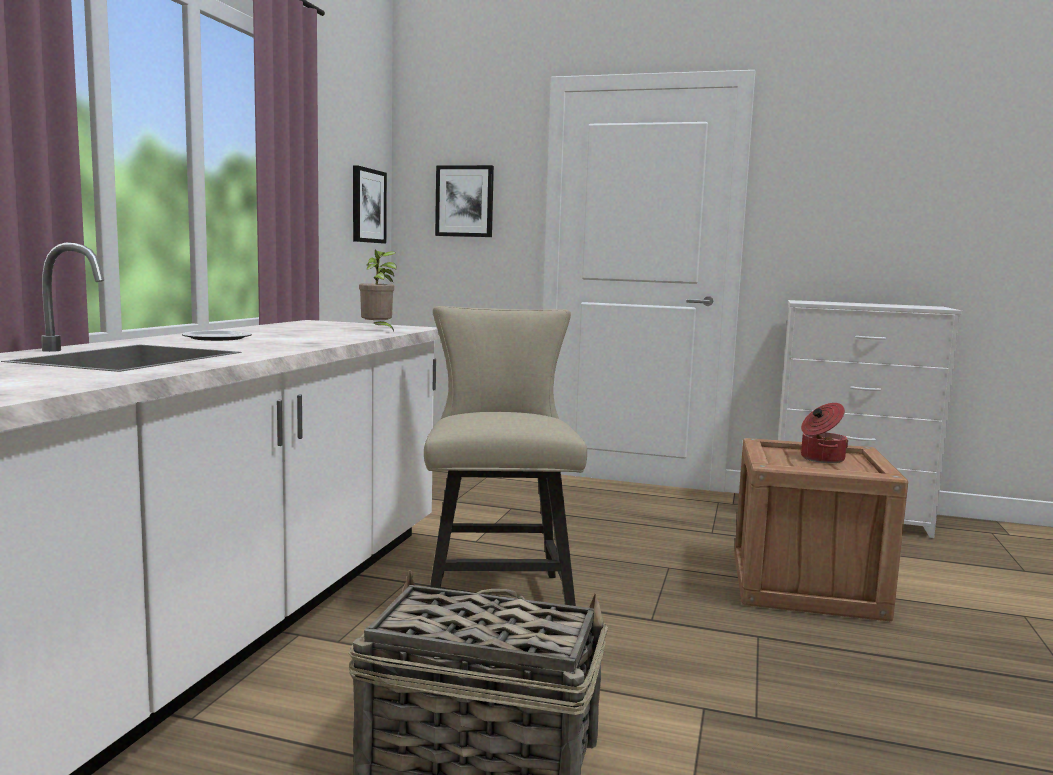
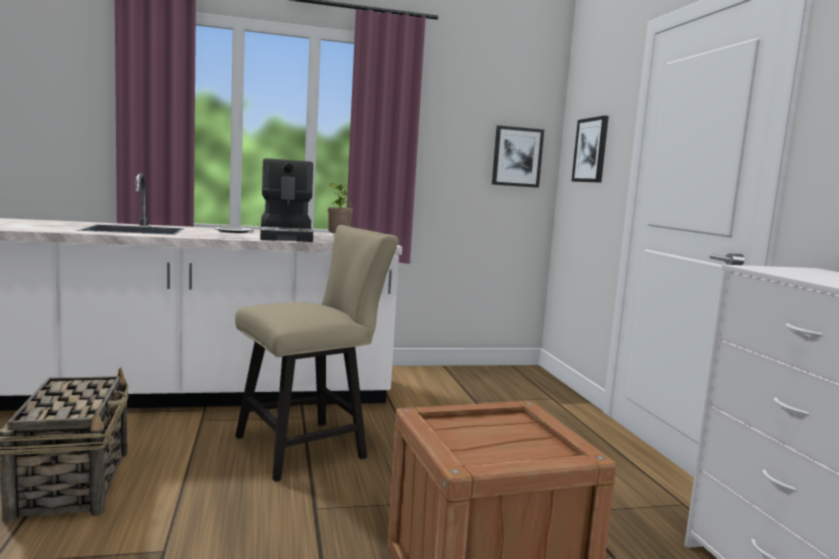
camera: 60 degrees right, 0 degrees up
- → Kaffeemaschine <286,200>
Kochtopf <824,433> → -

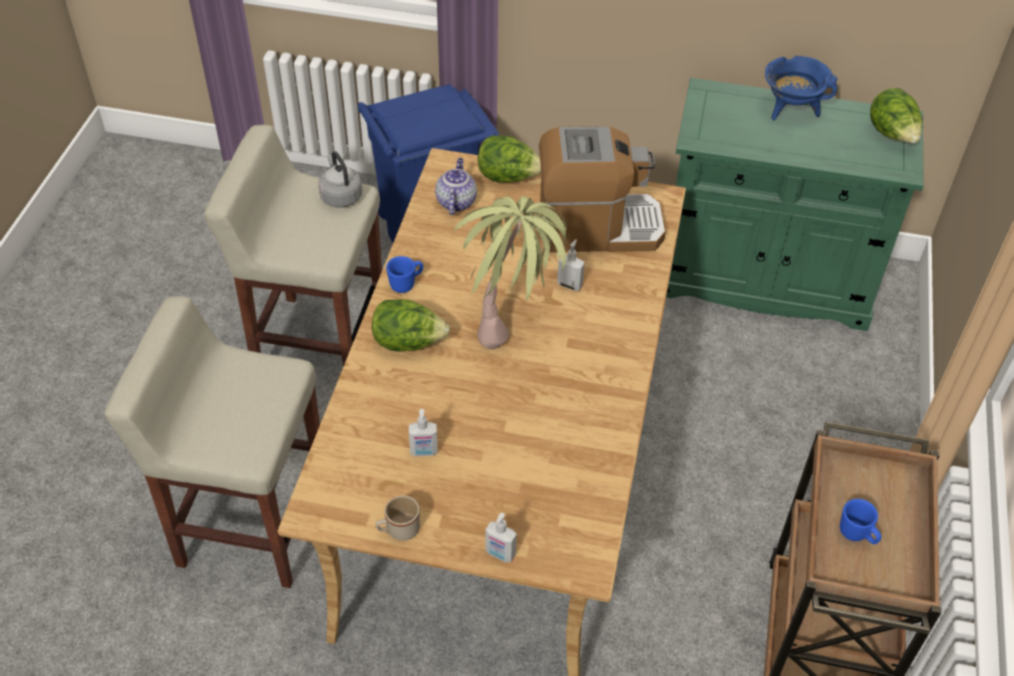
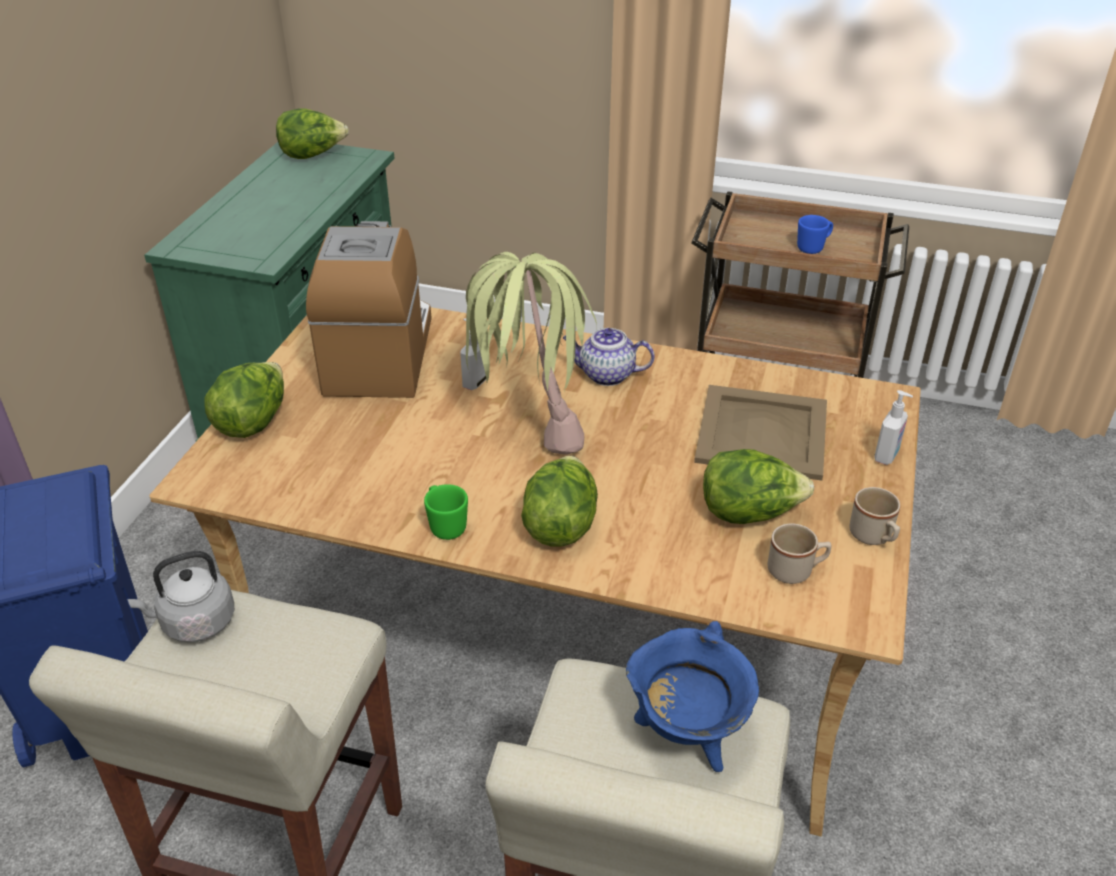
camera: 85 degrees left, 10 degrees down
Henkelbecher/blau <404,274> → Henkelbecher/grün <446,512>
Teekanne <456,186> → Teekanne <609,357>, relocated
Kochtopf/blau <801,88> → Kochtopf/blau <692,696>, relocated
- → Tablett/beige <760,433>
Seifenspender <423,432> → Salatkopf <758,486>
- → Henkelbecher/beige <799,553>

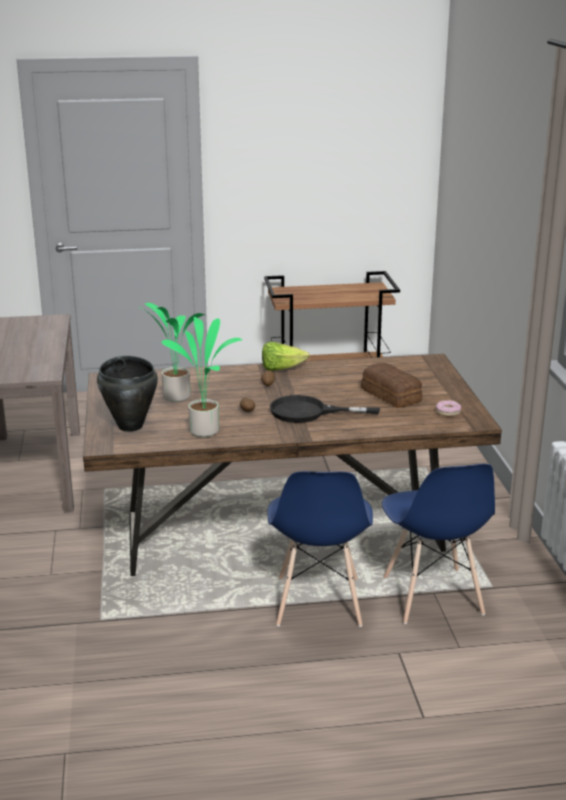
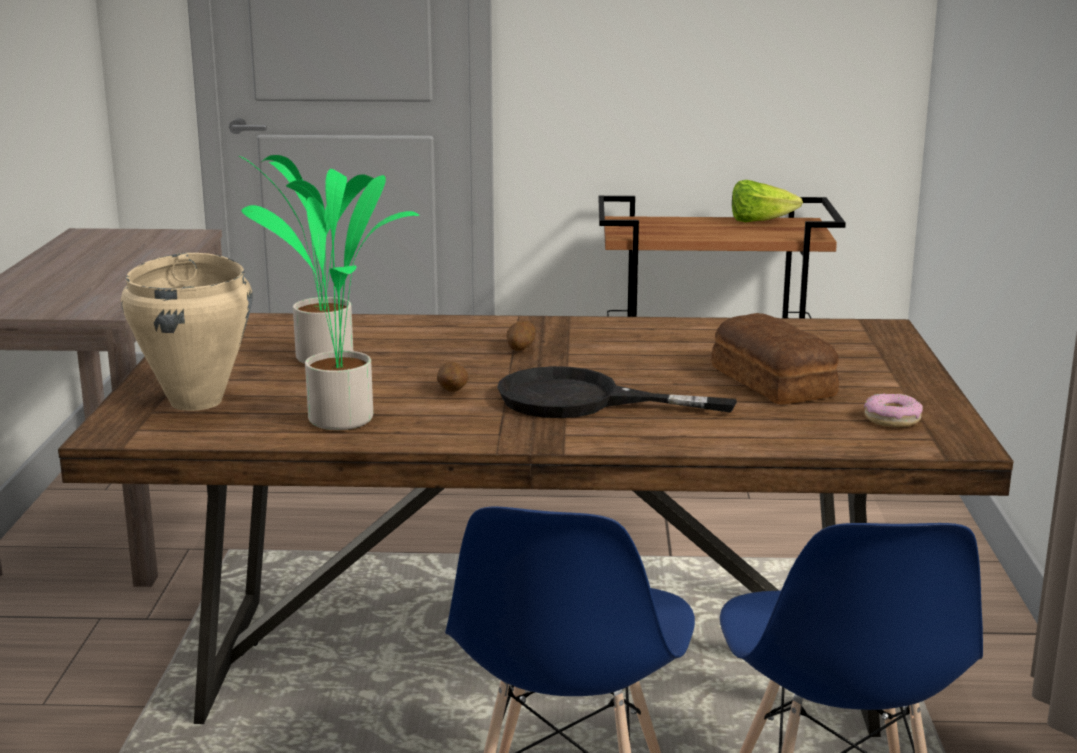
camera: 10 degrees right, 5 degrees down
Kochtopf/schwarz <127,394> → Kochtopf/beige <187,332>
Salatkopf <286,356> → Salatkopf <767,201>, relocated

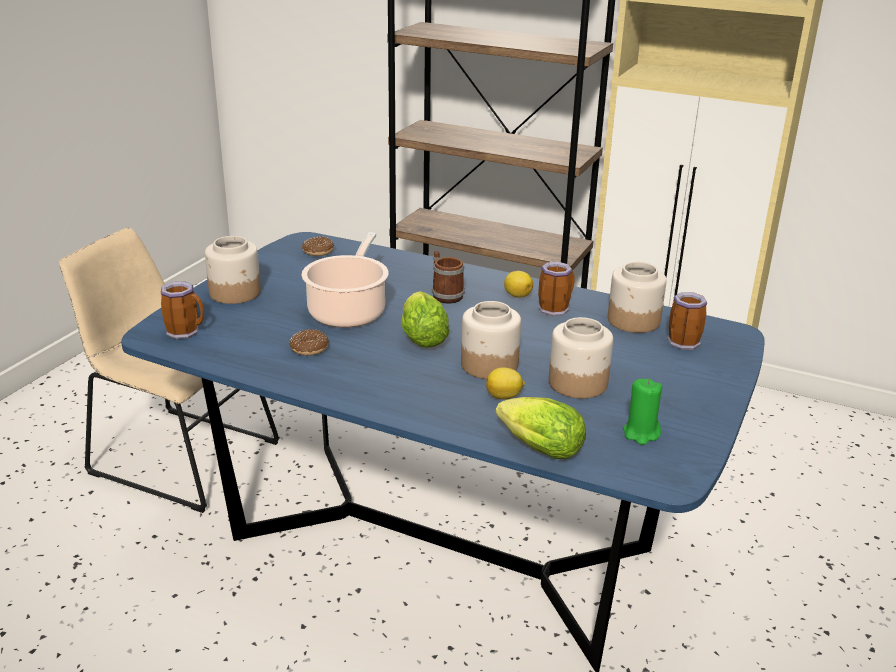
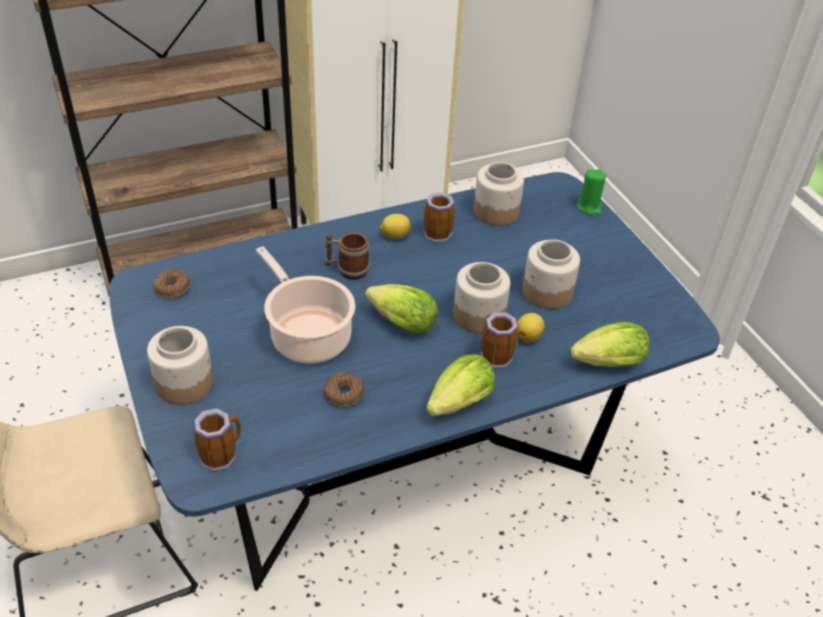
camera: 50 degrees left, 15 degrees up
- → Salatkopf <460,385>
Henkelbecher <687,321> → Henkelbecher <499,340>, relocated
Kerze/grün <642,412> → Kerze/grün <591,192>, relocated

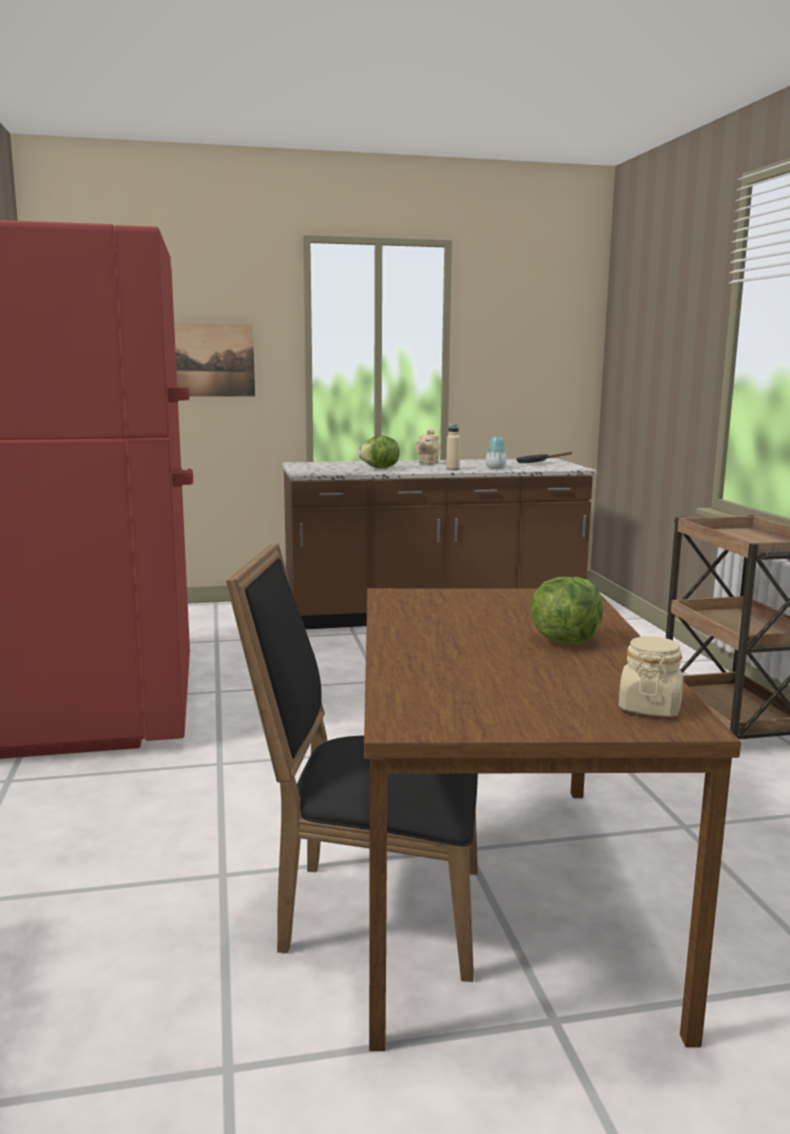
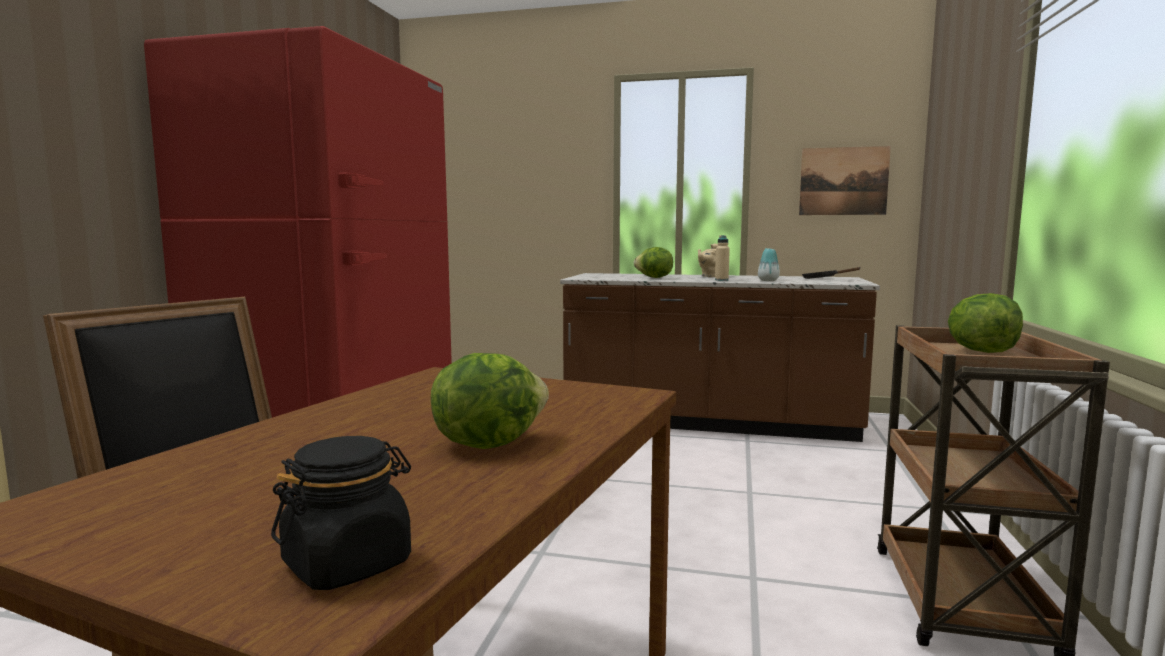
camera: 25 degrees right, 5 degrees down
Vorratsglas/beige <651,676> → Vorratsglas/schwarz <341,513>
Bild <214,359> → Bild <845,180>, relocated
- → Salatkopf <985,323>

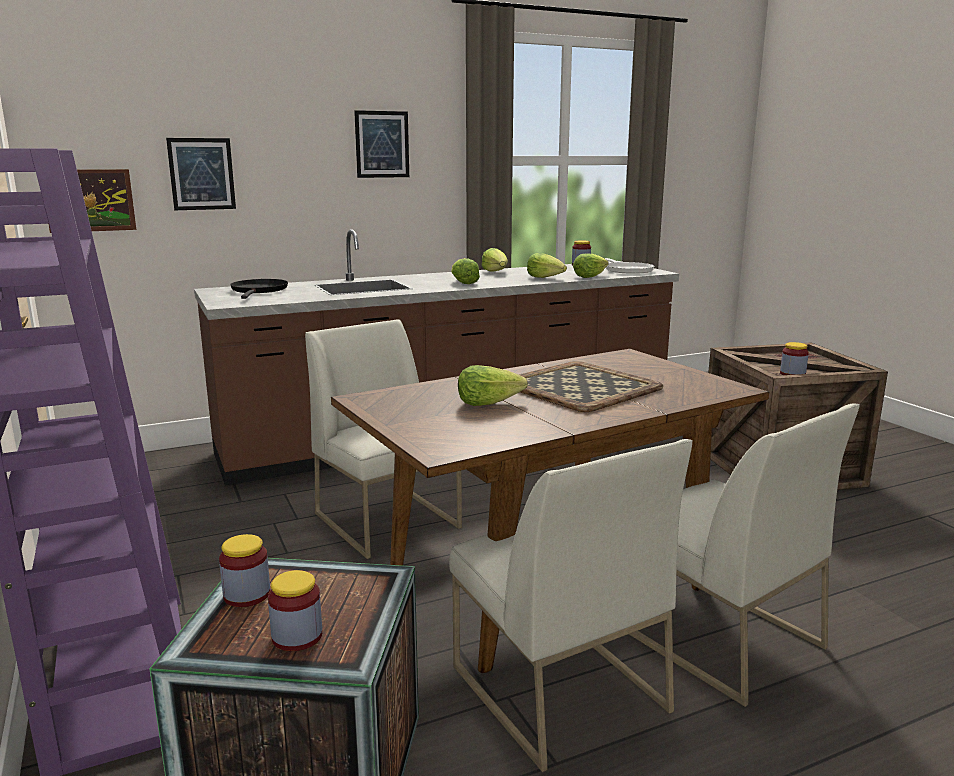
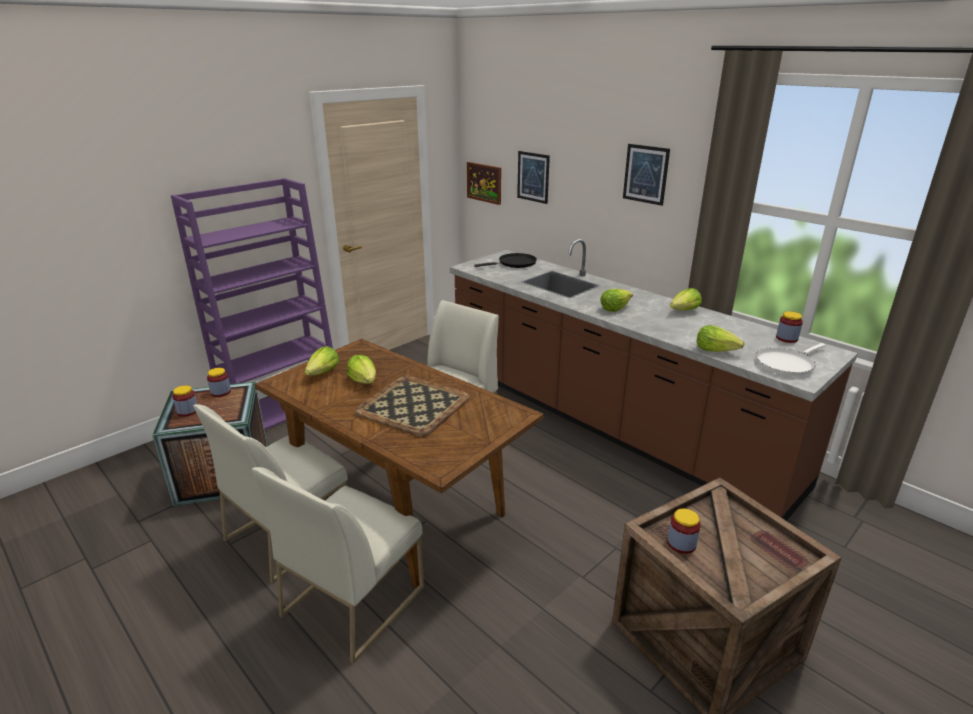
camera: 70 degrees right, 10 degrees up
Salatkopf <547,265> → Salatkopf <322,361>, relocated

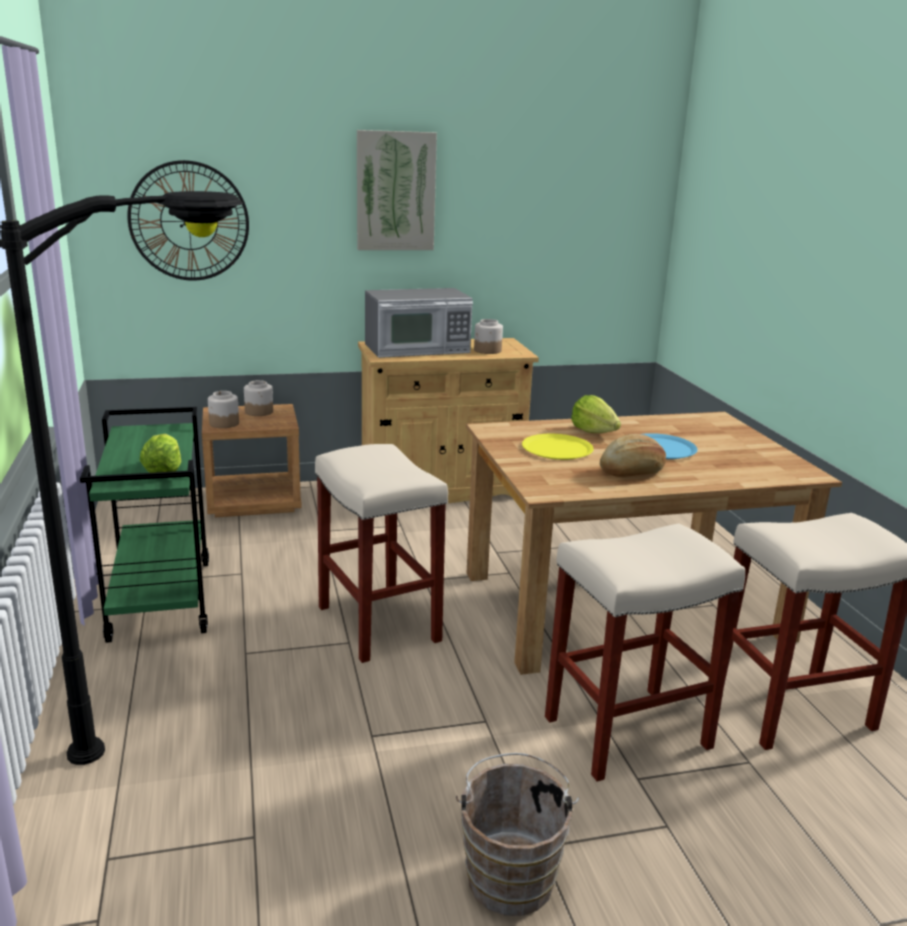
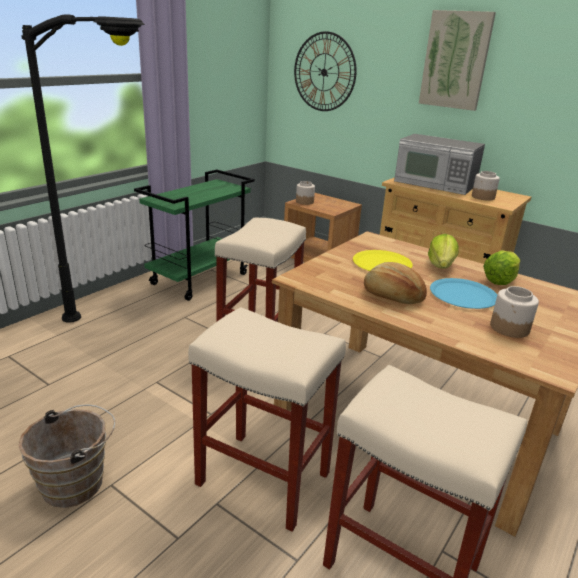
camera: 50 degrees right, 5 degrees up
Salatkopf <160,453> → Salatkopf <501,267>, relocated
Vorratsglas <258,398> → Vorratsglas <514,312>, relocated

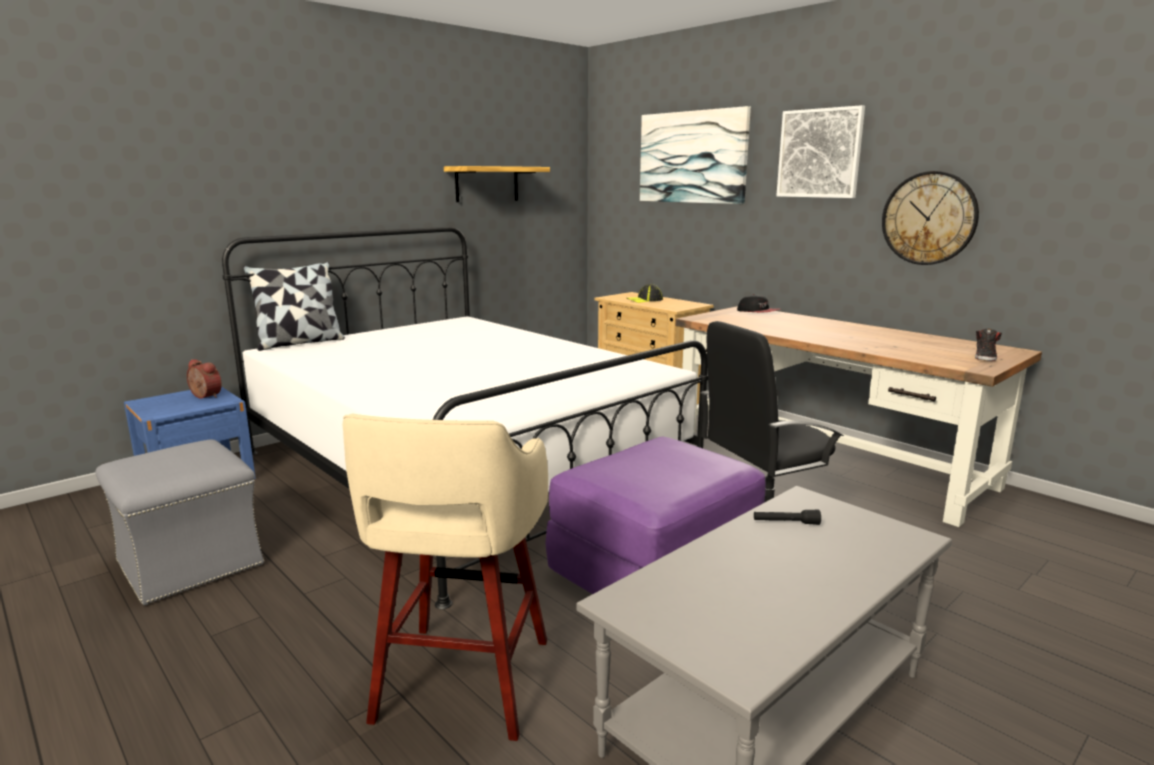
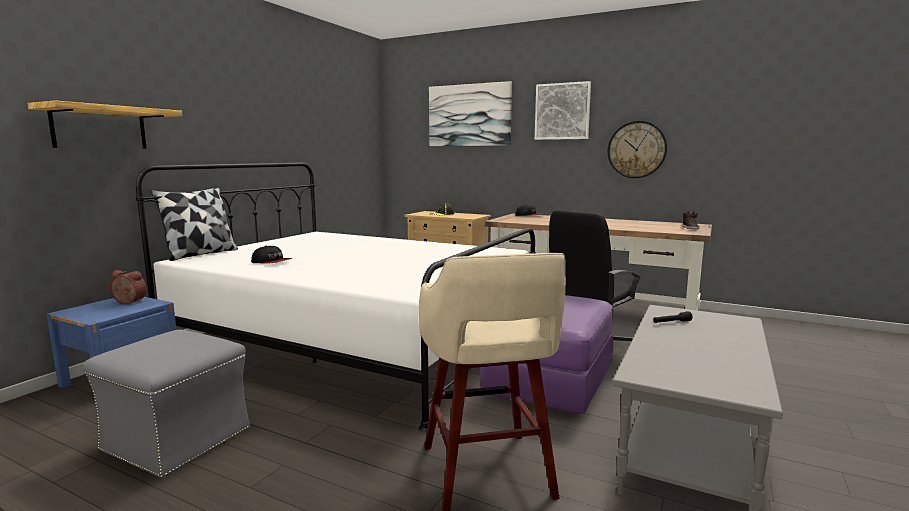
camera: 20 degrees left, 5 degrees down
Wandregal <497,184> → Wandregal <104,124>, relocated
- → Kappe <272,254>

